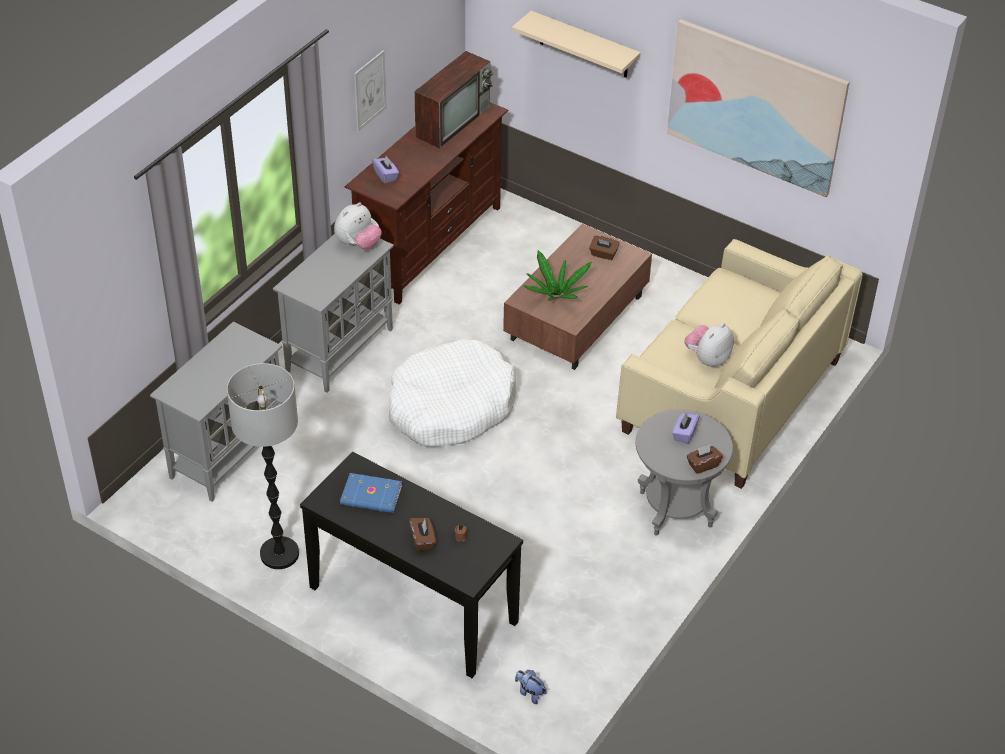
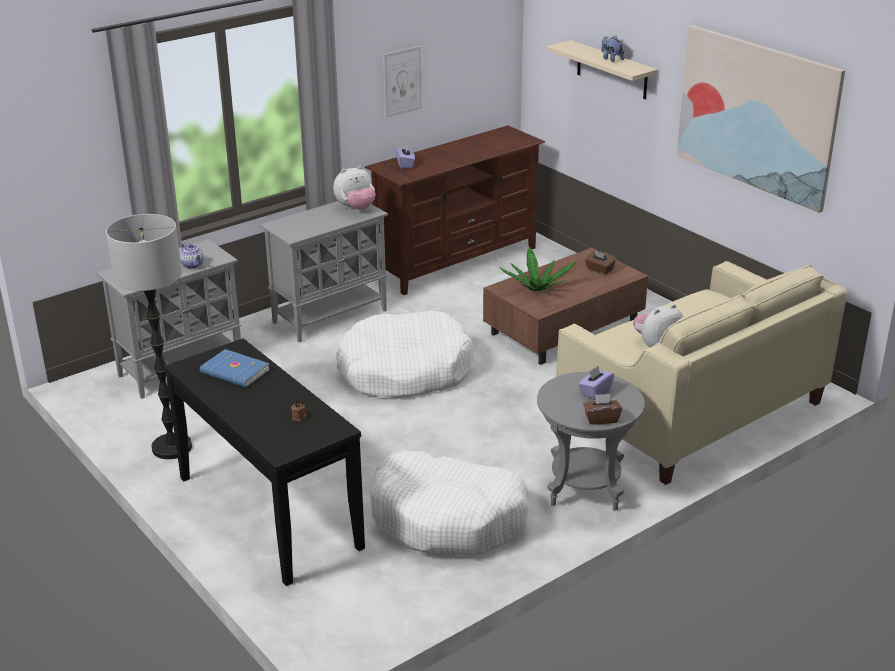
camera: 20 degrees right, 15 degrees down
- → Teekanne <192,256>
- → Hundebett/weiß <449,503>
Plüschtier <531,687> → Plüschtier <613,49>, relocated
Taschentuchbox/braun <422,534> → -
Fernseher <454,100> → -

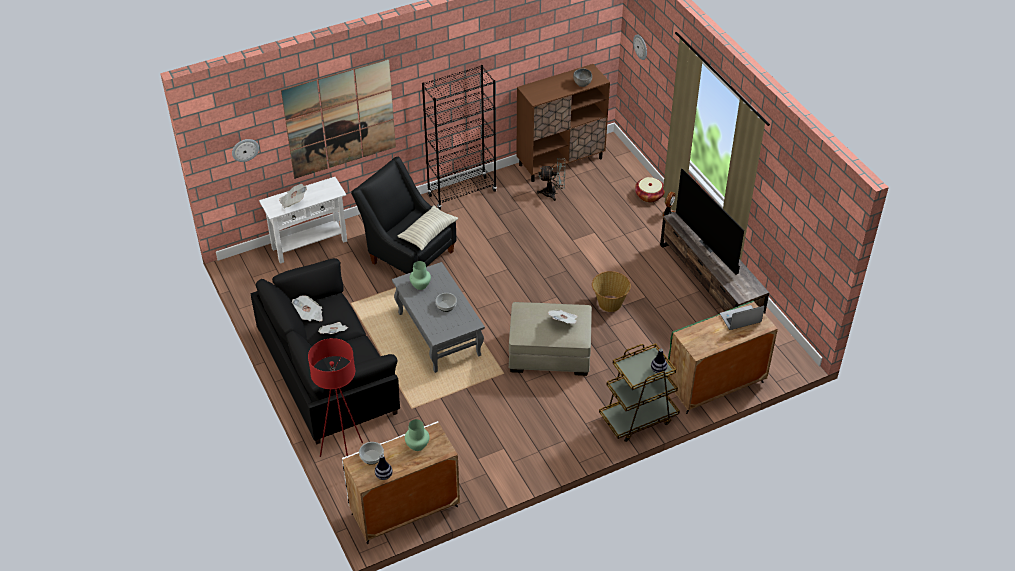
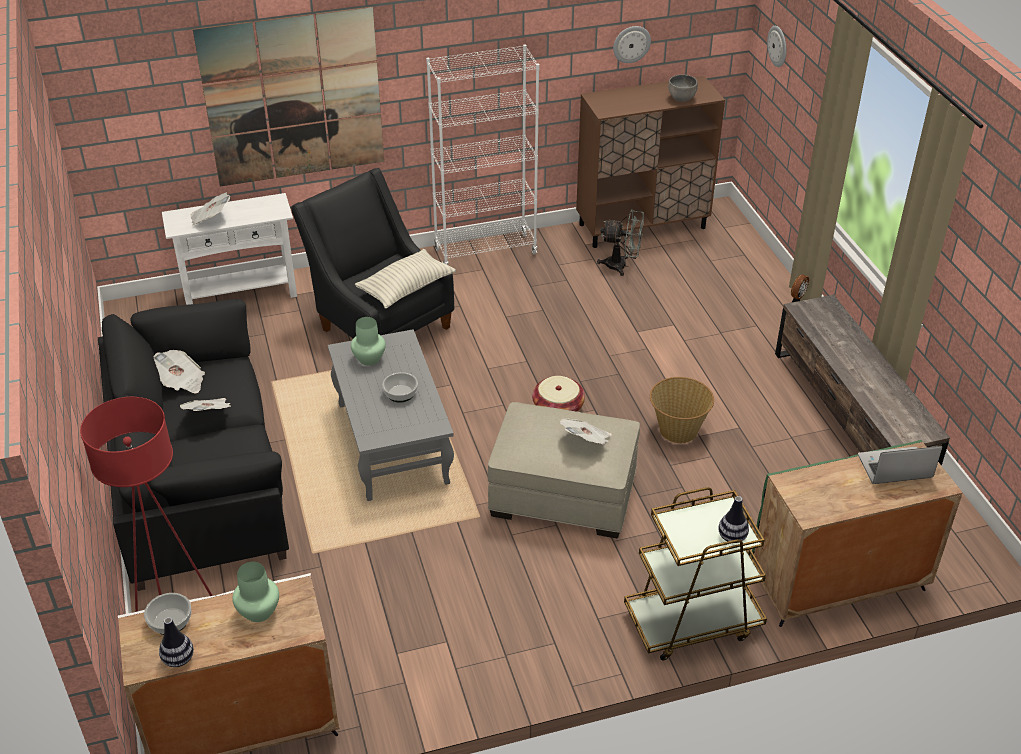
camera: 10 degrees right, 5 degrees down
Bücherregal/schwarz <459,137> → Bücherregal/weiß <483,154>
Korb <650,190> → Korb <558,394>, relocated
Wanduhr <245,150> → Wanduhr <632,44>, relocated
Fernseher <710,221> → -

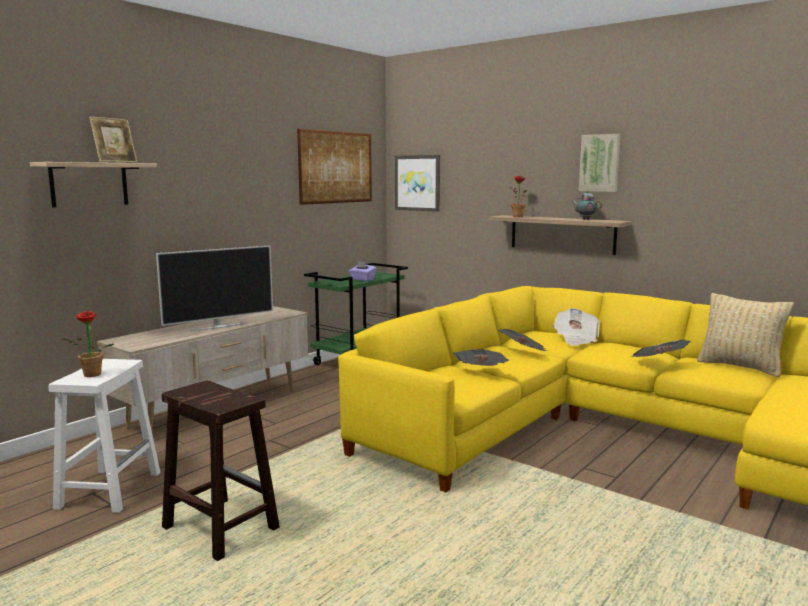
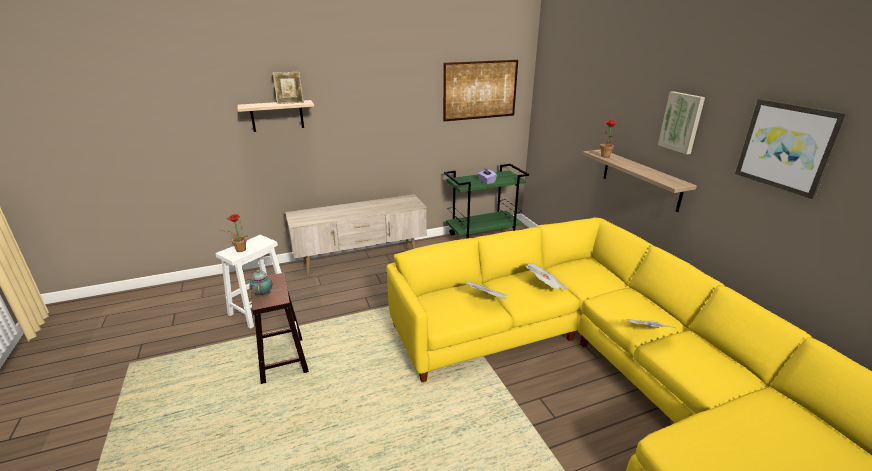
camera: 30 degrees right, 15 degrees up
Teekanne <586,205> → Teekanne <260,284>, relocated
Bild <417,183> → Bild <791,149>, relocated
Fernseher <214,288> → -
Zeitung <576,327> → -
Kissen/beige <745,335> → -

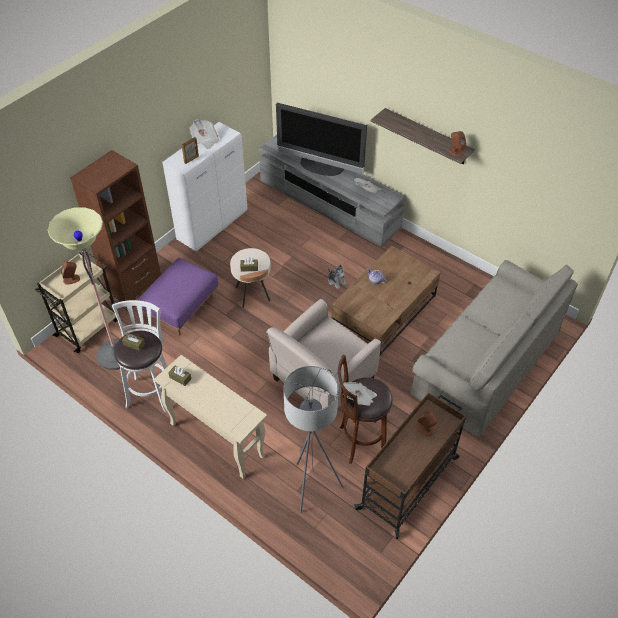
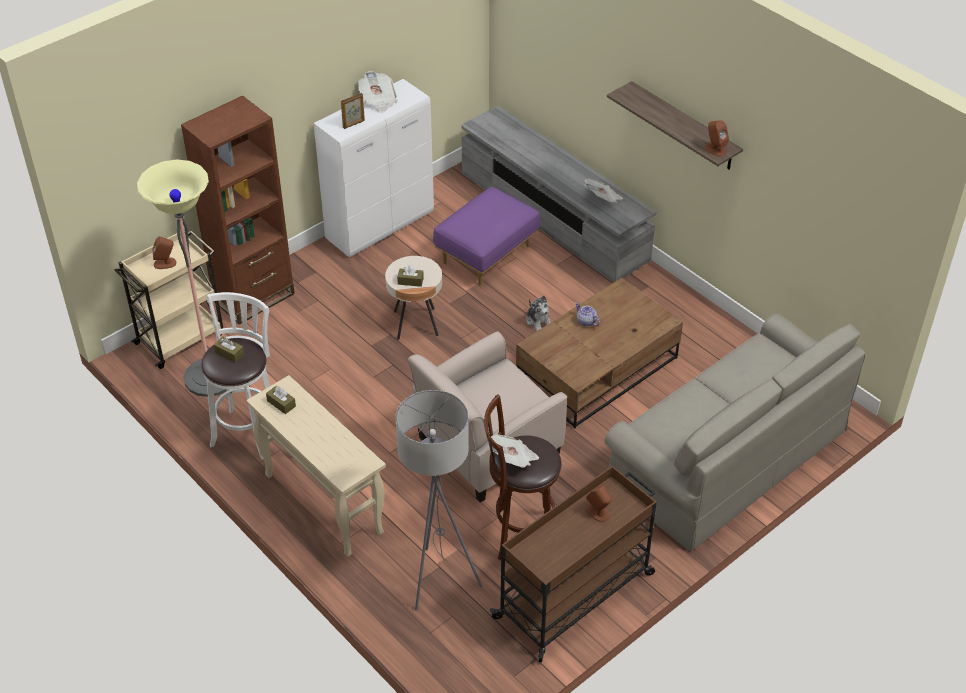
camera: 10 degrees right, 5 degrees down
Polsterhocker/lila <178,297> → Polsterhocker/lila <486,236>, relocated
Fernseher <321,139> → -

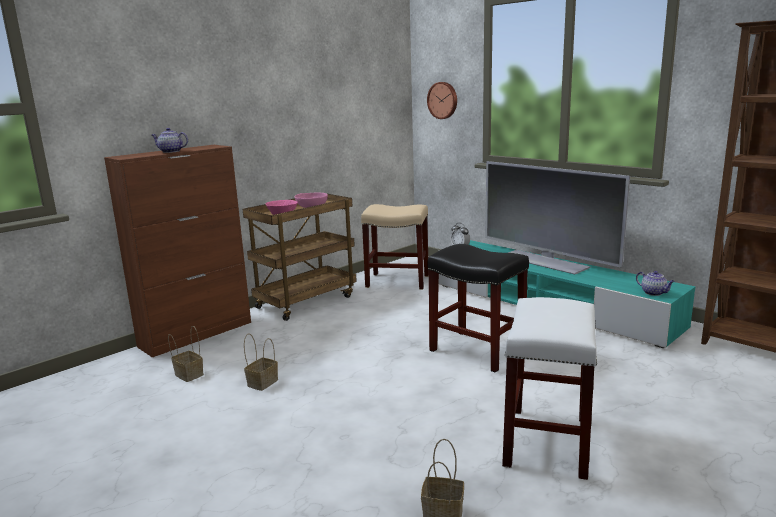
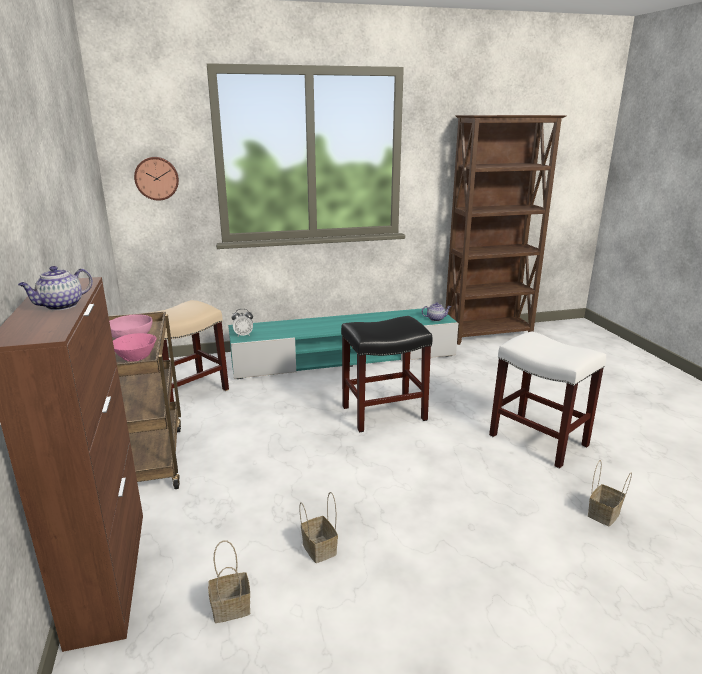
camera: 60 degrees left, 5 degrees up
Fernseher <557,217> → -

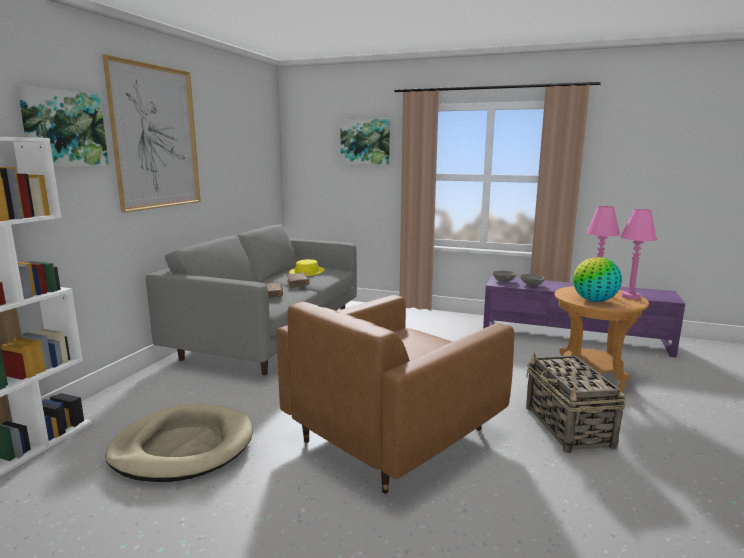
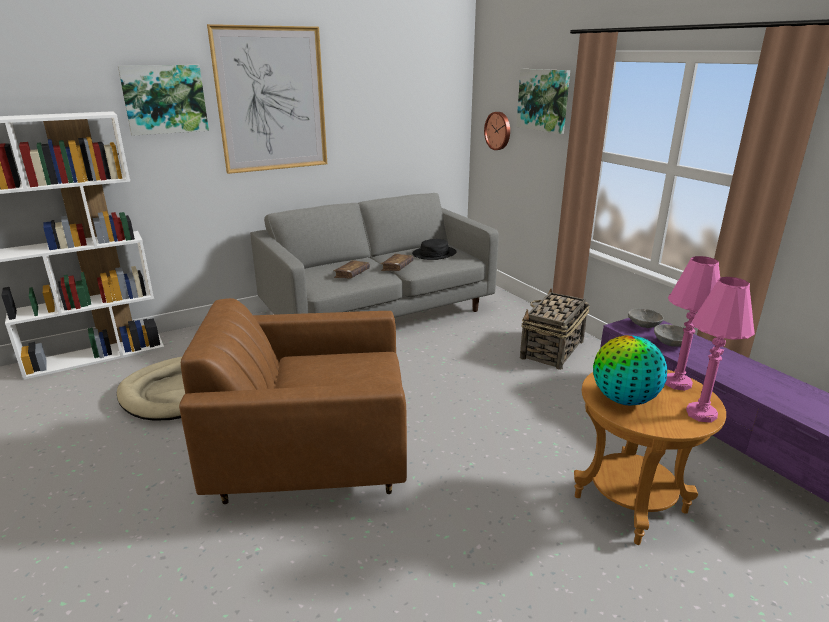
camera: 40 degrees right, 10 degrees up
Hut/gelb <307,267> → Hut/schwarz <434,249>
- → Wanduhr <497,131>
Korb <576,402> → Korb <554,329>, relocated

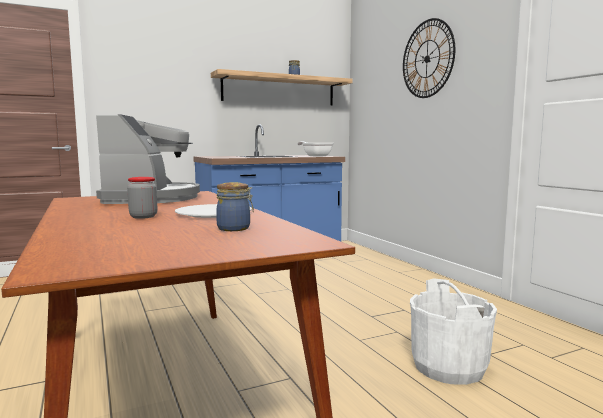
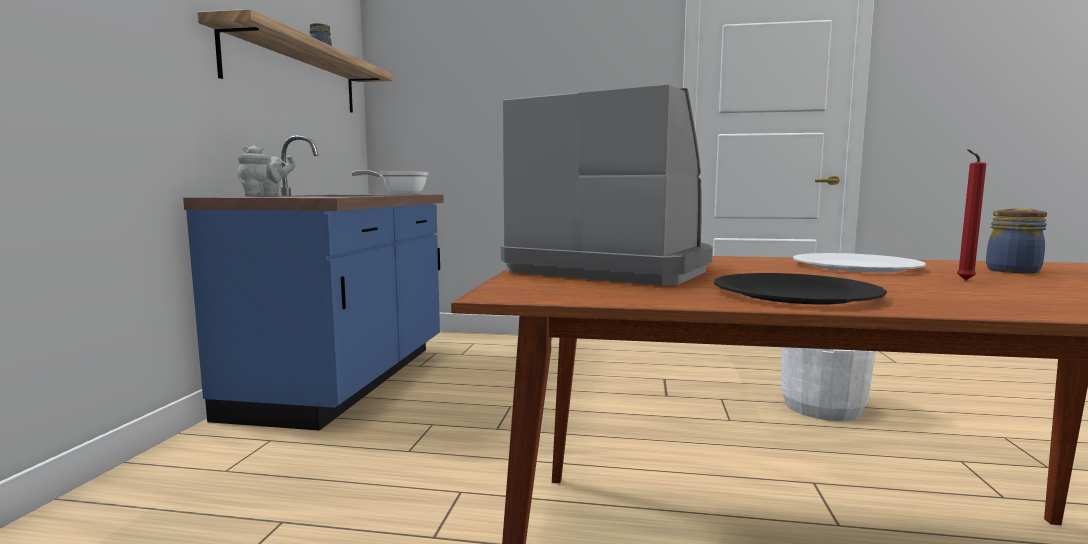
camera: 55 degrees left, 0 degrees up
- → Teekanne/grau <266,171>
- → Teller/schwarz <800,288>
- → Kerze/rot <971,215>
Vorratsglas <142,198> → -
Wanduhr <429,58> → -

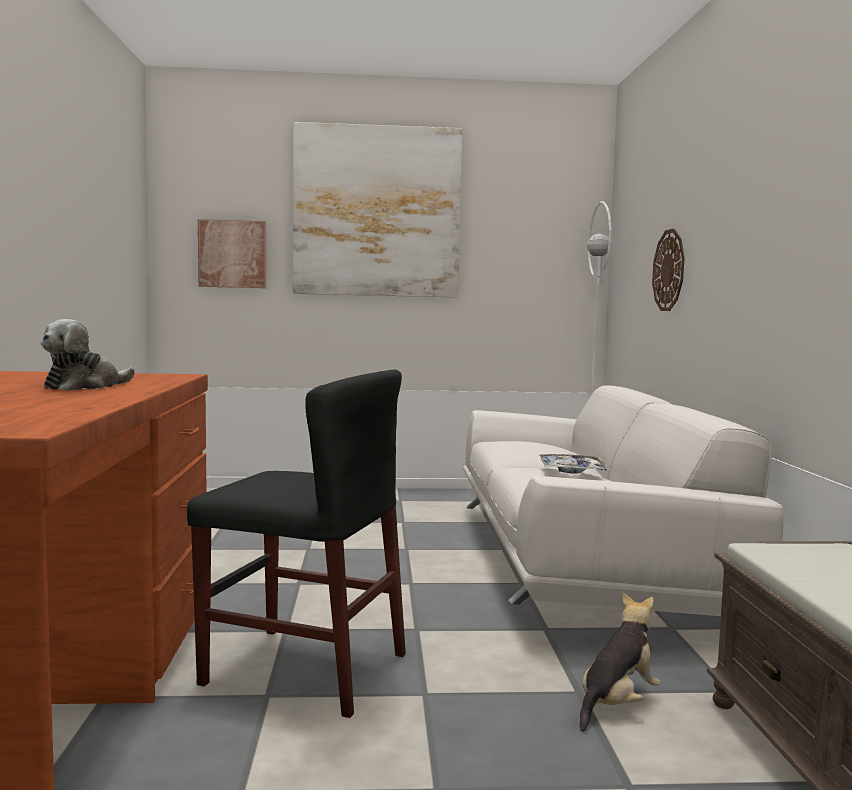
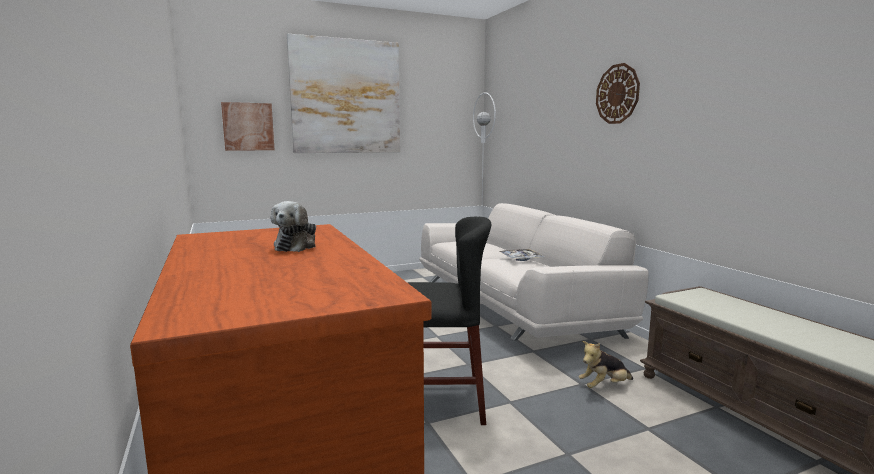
camera: 20 degrees left, 5 degrees up
Plüschtier <620,662> → Plüschtier <606,364>, 135 degrees counterclockwise
Wanduhr <668,269> → Wanduhr <618,93>, relocated

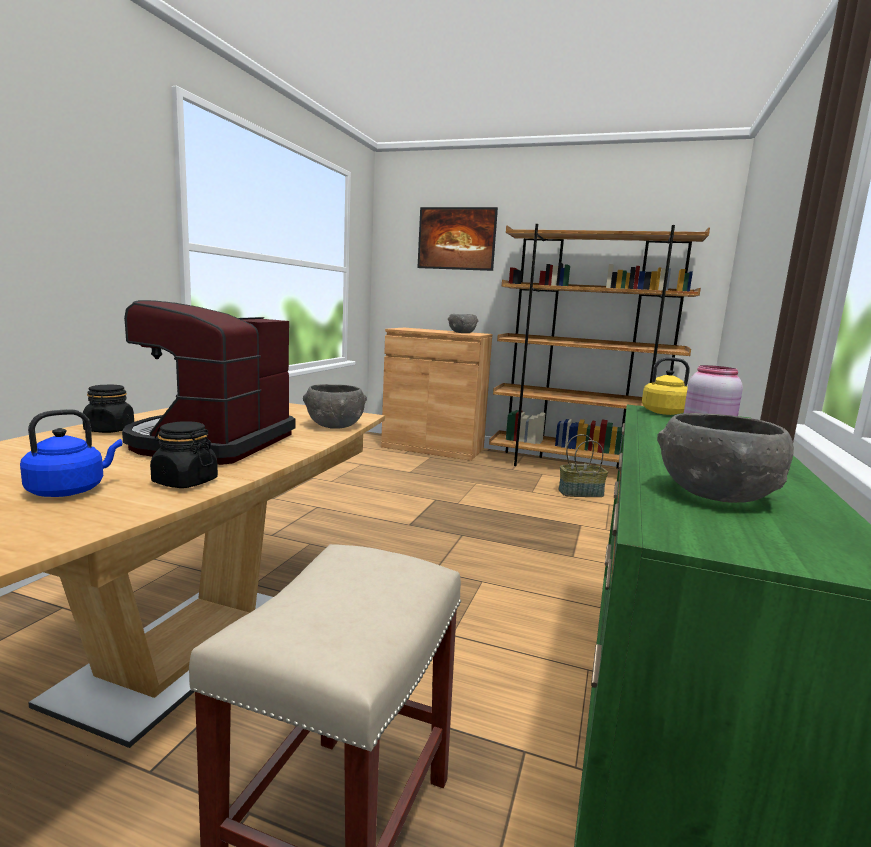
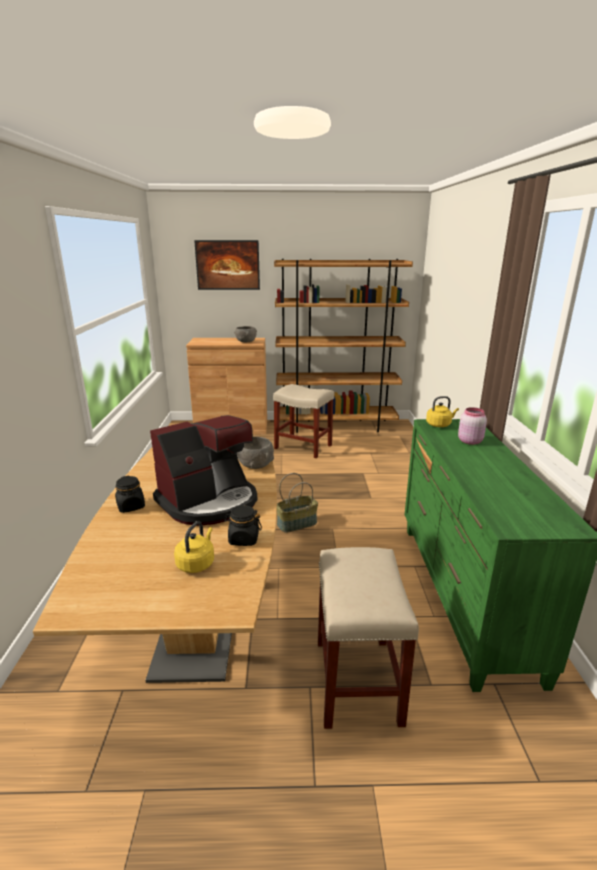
camera: 20 degrees left, 10 degrees up
Kaffeemaschine <208,382> → Kaffeemaschine <203,470>, 120 degrees counterclockwise
Wasserkessel/blau <71,453> → Wasserkessel/gelb <194,547>
- → Hocker/beige <303,421>
Korb <583,465> → Korb <297,503>, relocated
Schüssel/grau <725,458> → -

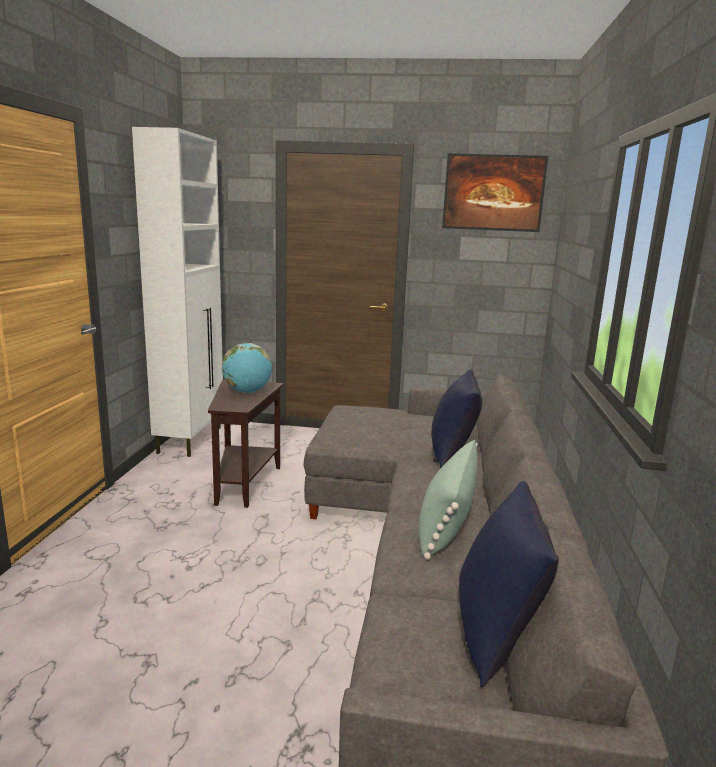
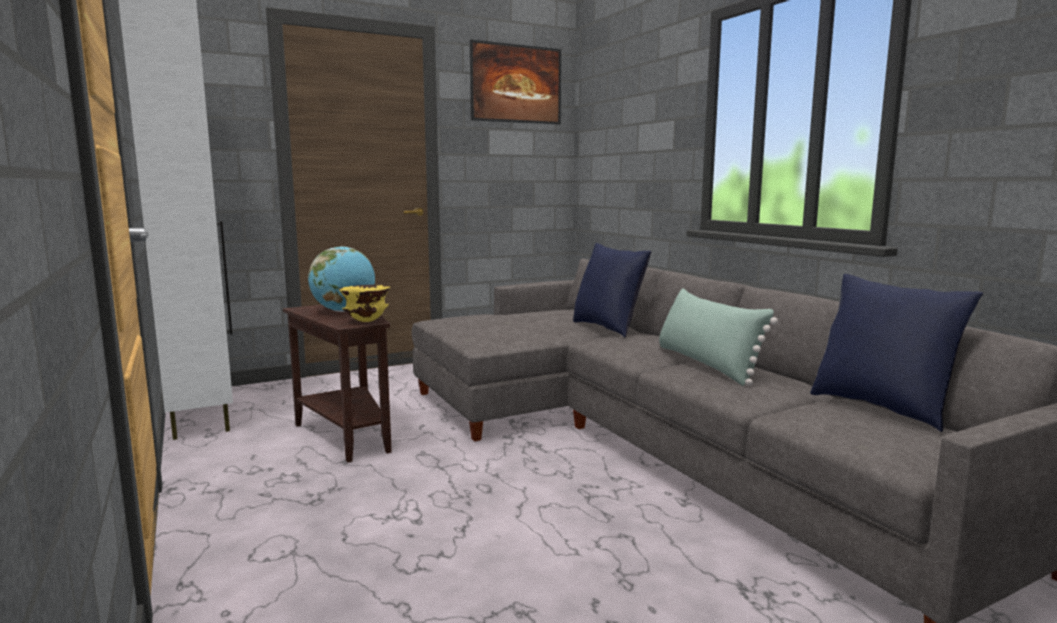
camera: 35 degrees left, 5 degrees down
- → Schüssel/gelb <364,303>

